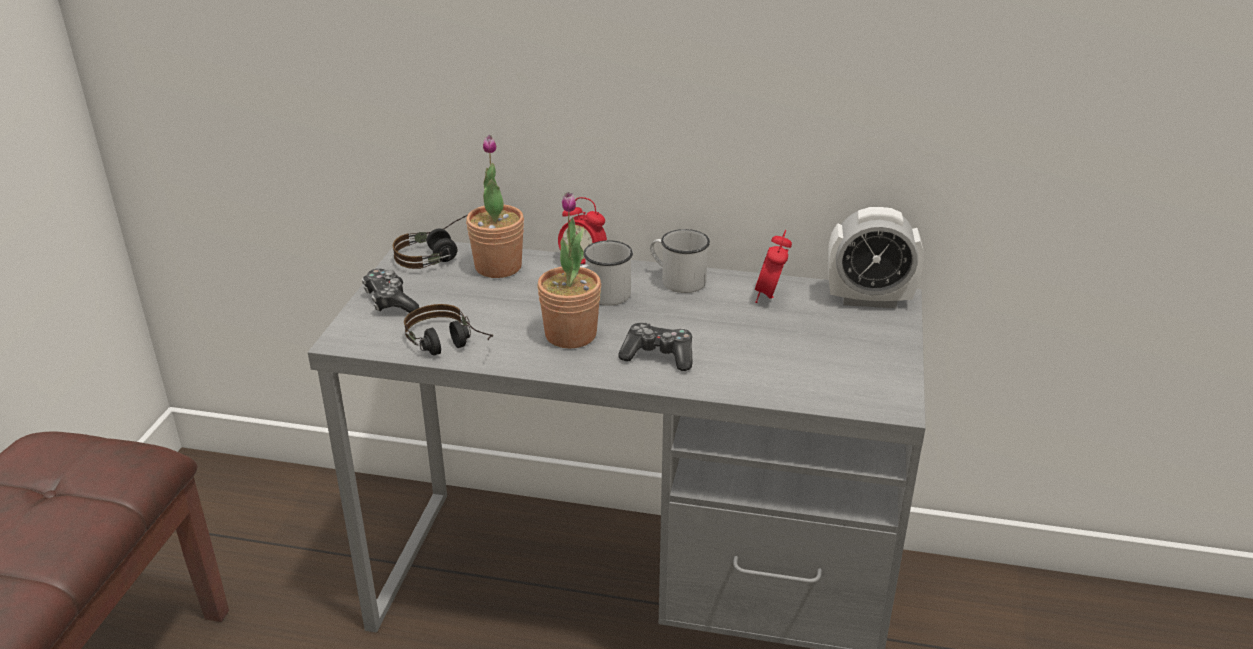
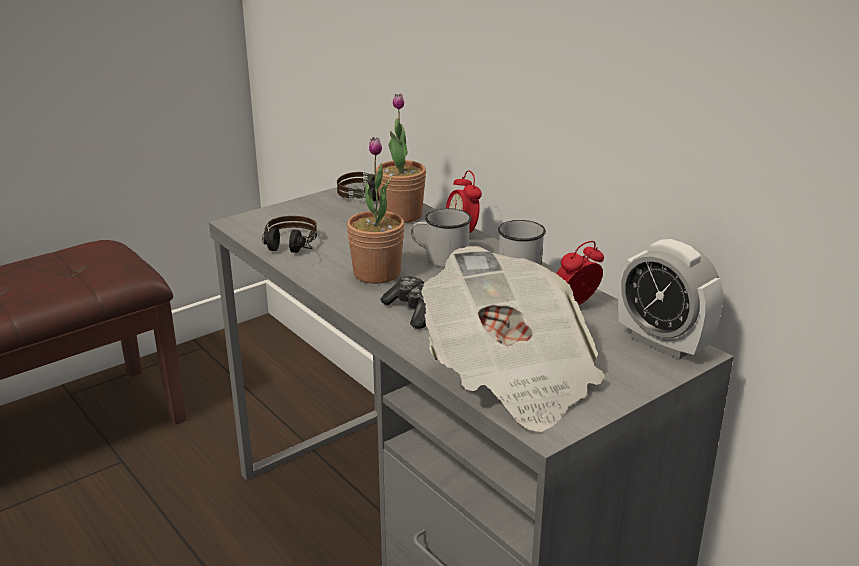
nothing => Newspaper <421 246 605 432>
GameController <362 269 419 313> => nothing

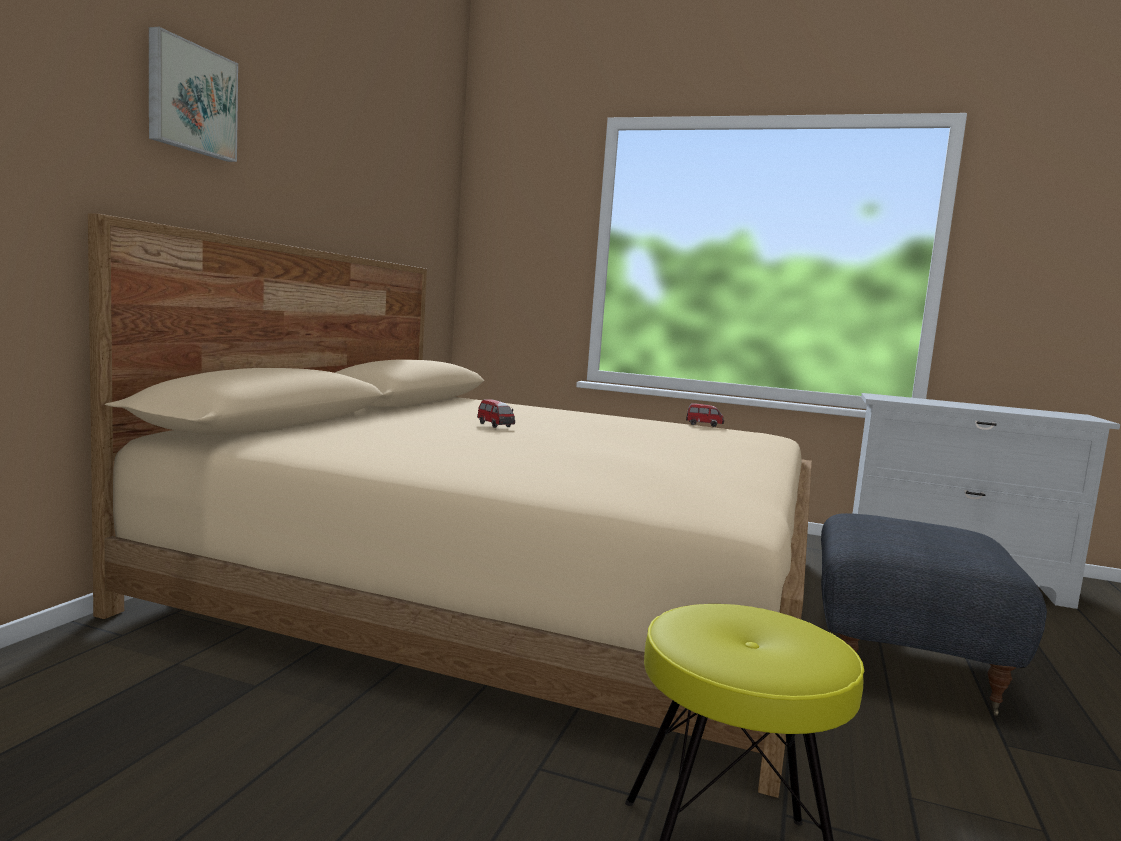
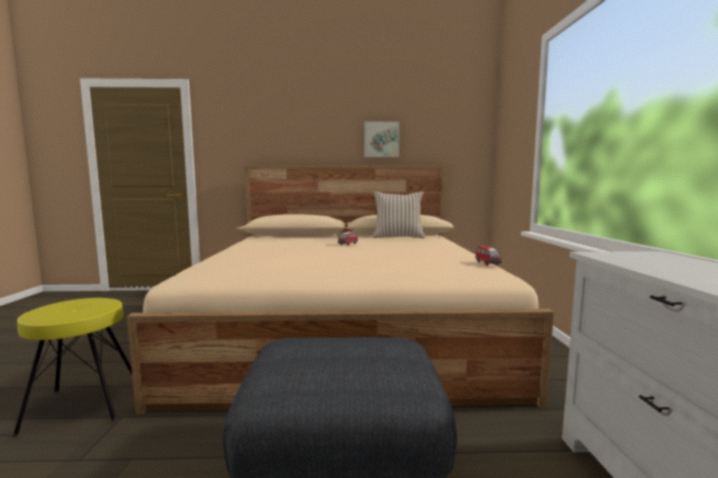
Picture <149 27 238 162> => Picture <364 121 400 157>, moved
nothing => BeigePillow <373 191 425 239>

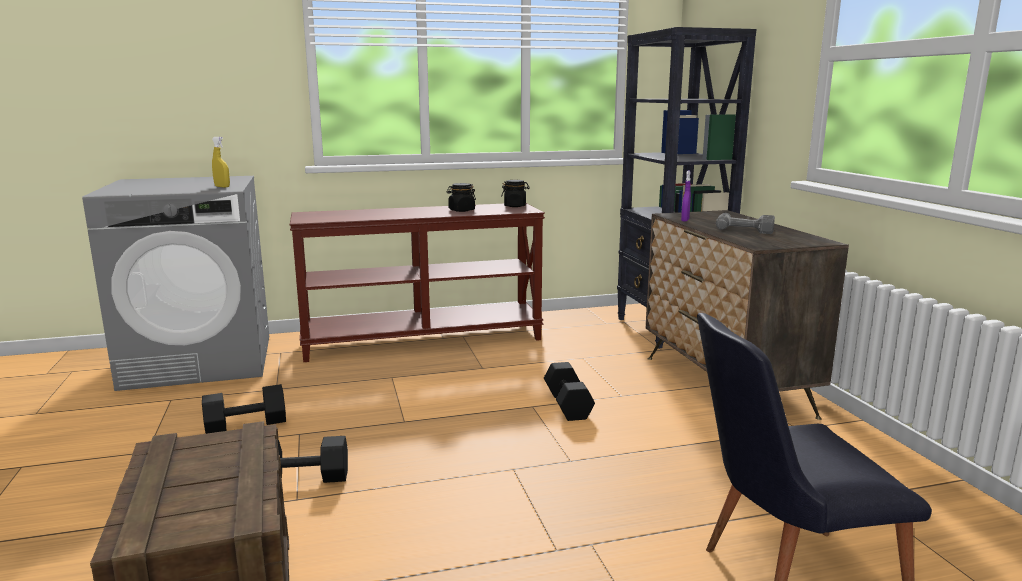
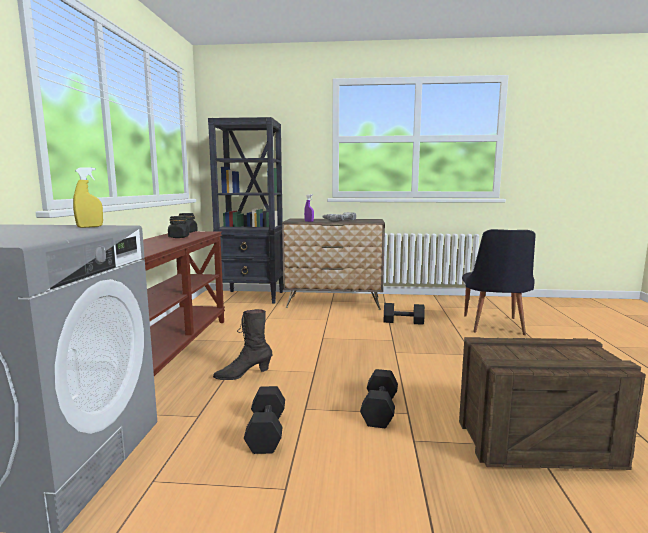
nothing => BlackBoot <213 309 273 380>
BlackDumbbell <544 362 595 421> => BlackDumbbell <384 303 425 325>, moved

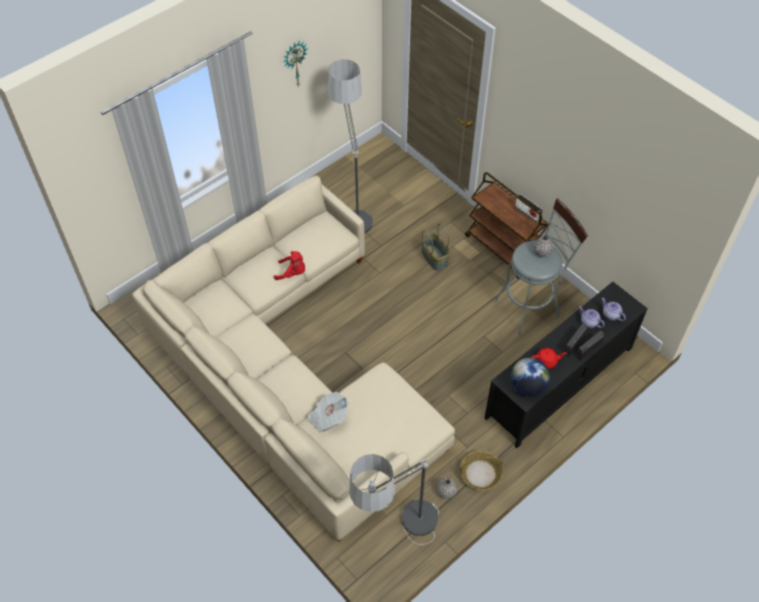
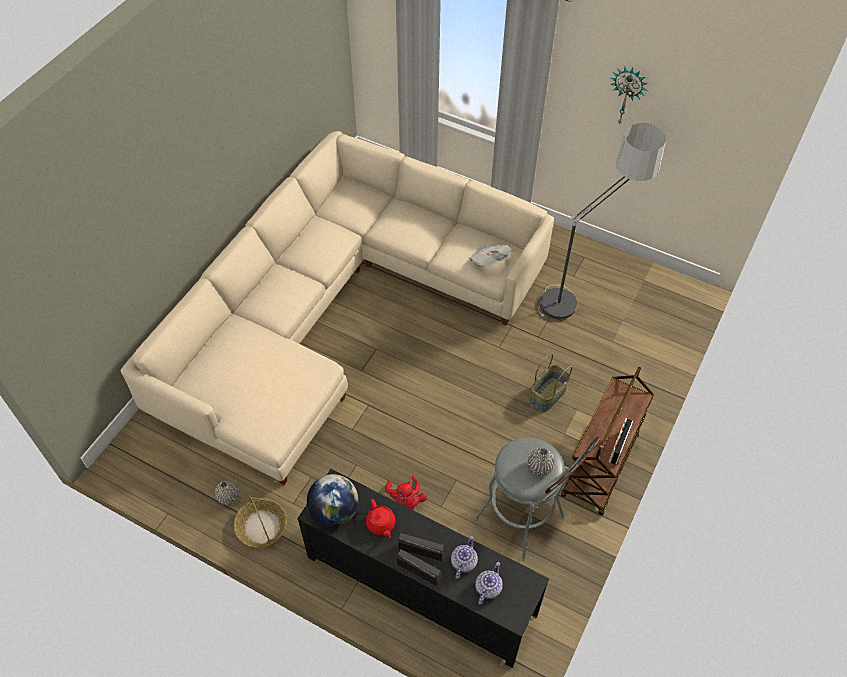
RedPlushToy <274 251 305 280> => RedPlushToy <385 476 427 509>, moved
Newspaper <307 392 349 433> => Newspaper <468 244 512 266>, moved
FloorLamp <348 454 439 545> => nothing

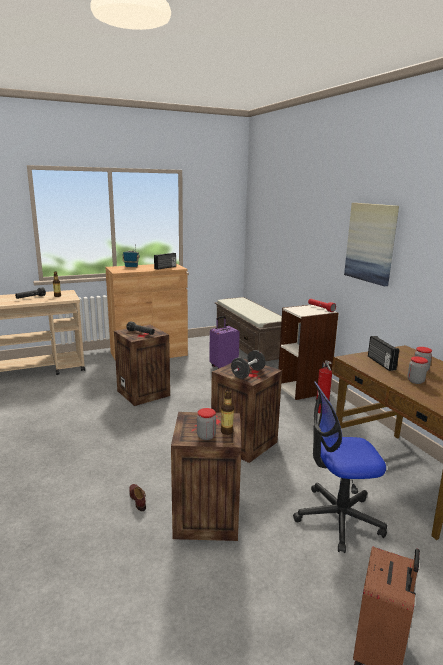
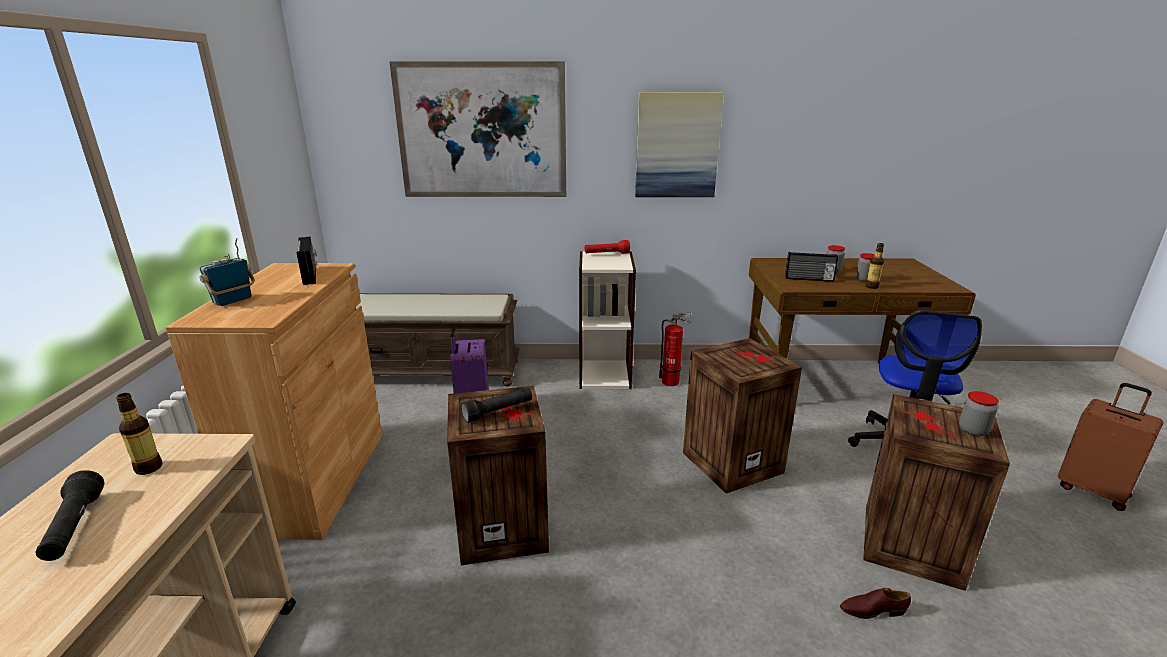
nothing => Picture <389 61 566 197>
Bottle <221 389 234 435> => Bottle <865 243 884 289>, moved
BlackDumbbell <231 350 266 379> => nothing

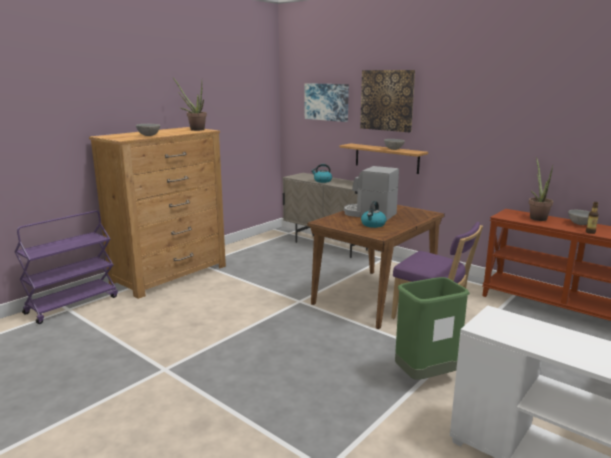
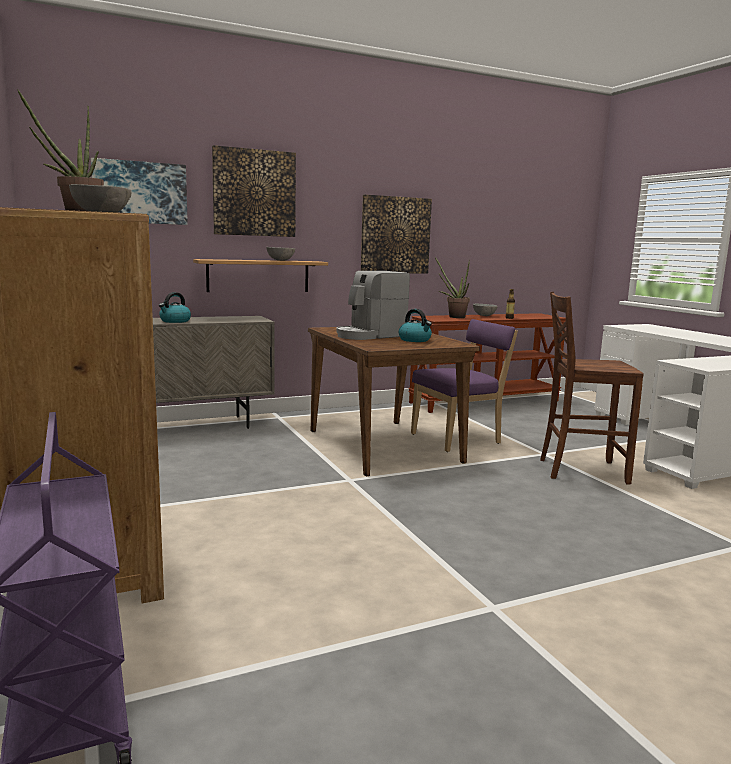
nothing => Picture <361 195 432 274>
GreenTrashCan <395 277 470 380> => BrownChair <540 292 644 485>

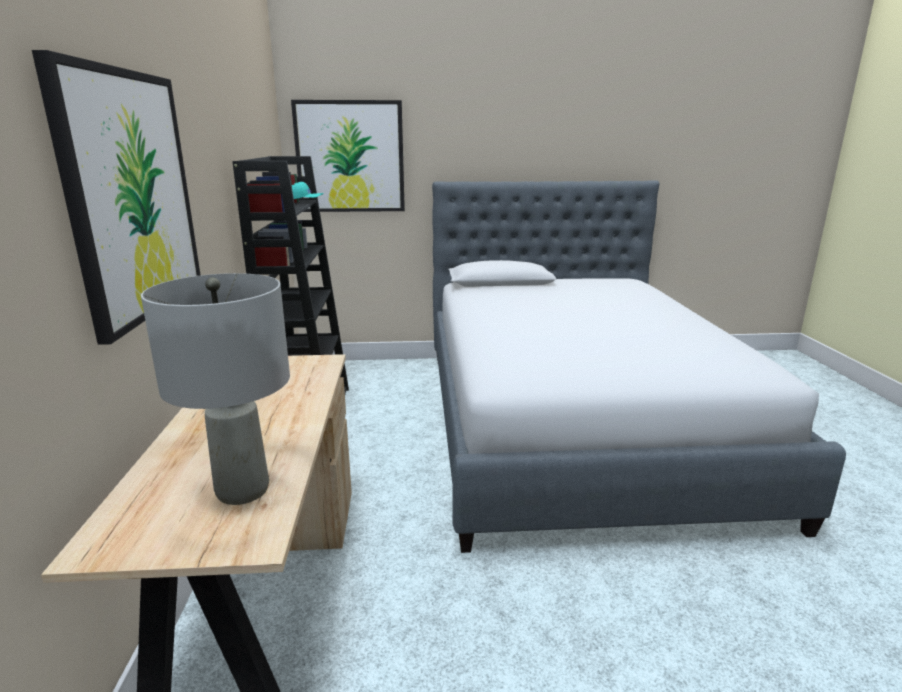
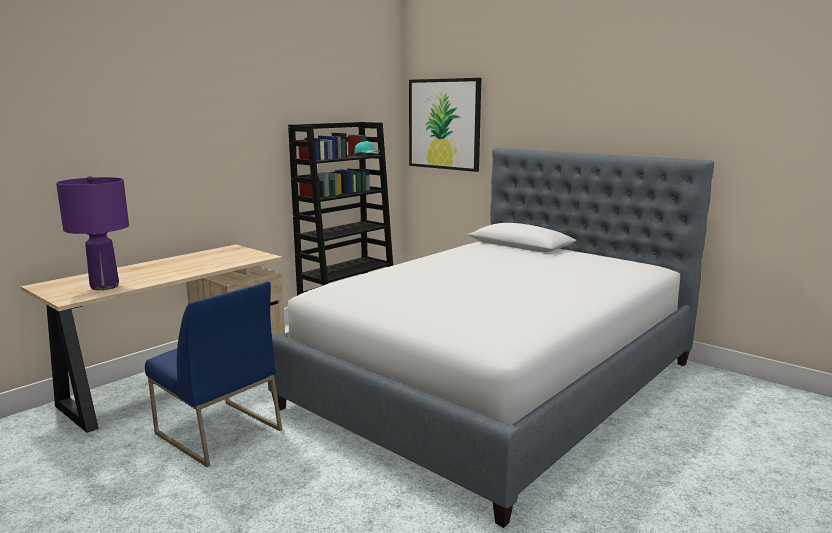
GreyTableLamp <141 273 290 505> => PurpleTableLamp <56 176 129 290>
nothing => BlueChair <145 282 282 467>
Picture <32 50 200 345> => nothing

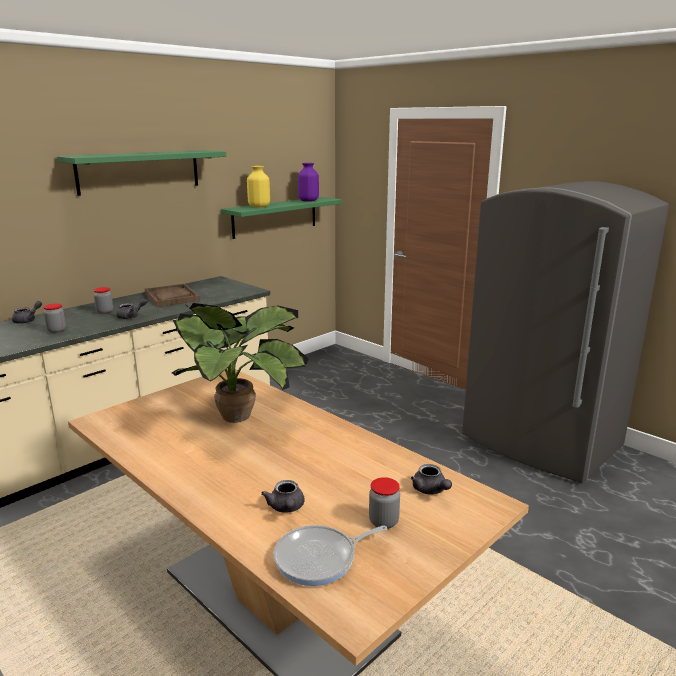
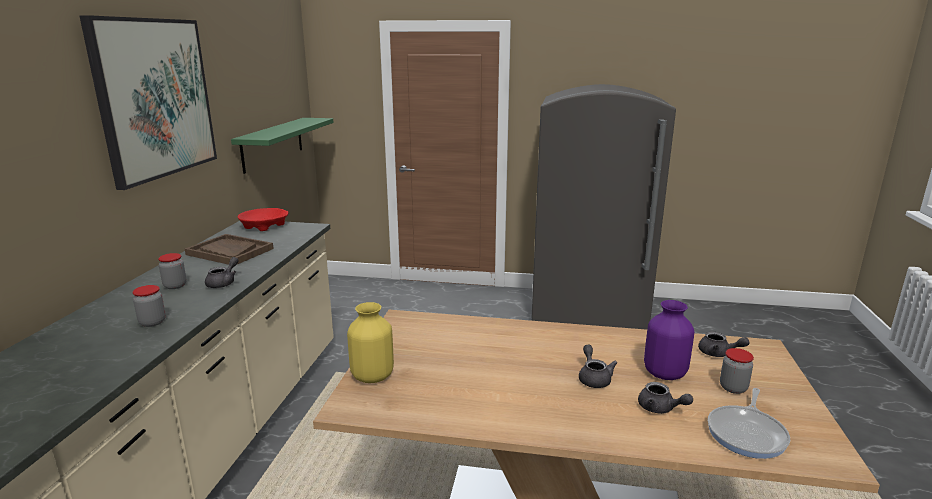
GreenShelf <57 150 226 196> => Picture <79 15 217 190>
nothing => RedBowl <238 208 289 231>
YellowVase <247 166 270 207> => YellowVase <347 302 394 383>, moved
GreyTeapot <12 301 42 324> => GreyTeapot <579 345 617 388>, moved
PurpleVase <298 163 319 202> => PurpleVase <644 300 694 380>, moved
PottedPlant <172 303 309 423> => nothing

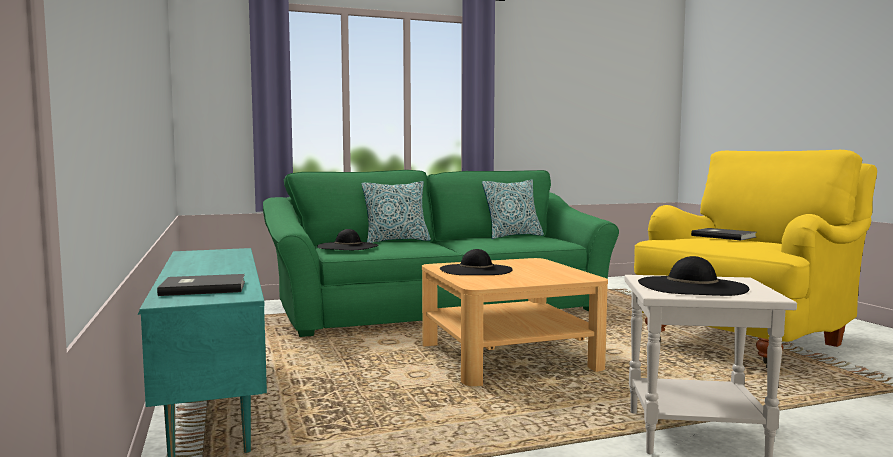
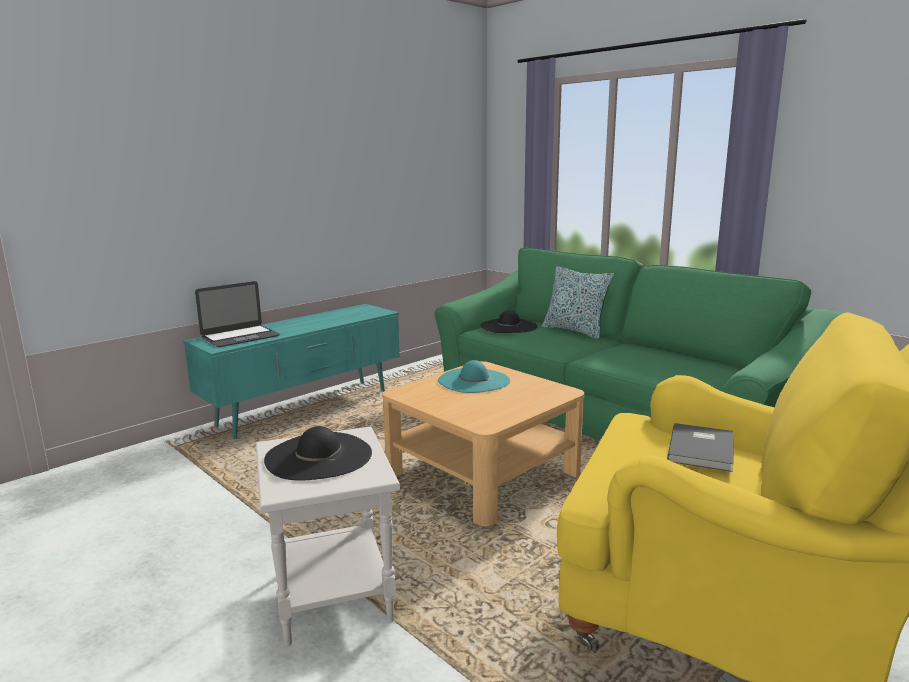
GreyBook <157 274 245 296> => Laptop <195 281 280 347>
BlackHat <440 249 513 275> => TurquoiseHat <438 360 510 393>
Pillow <482 179 544 239> => nothing

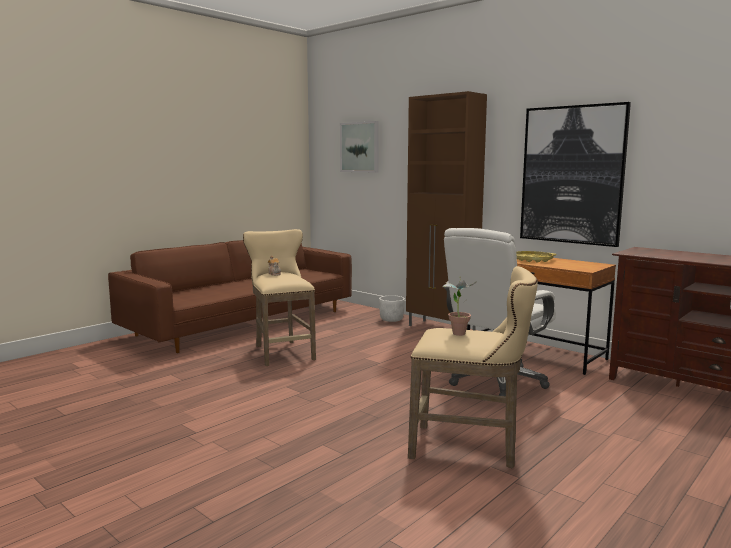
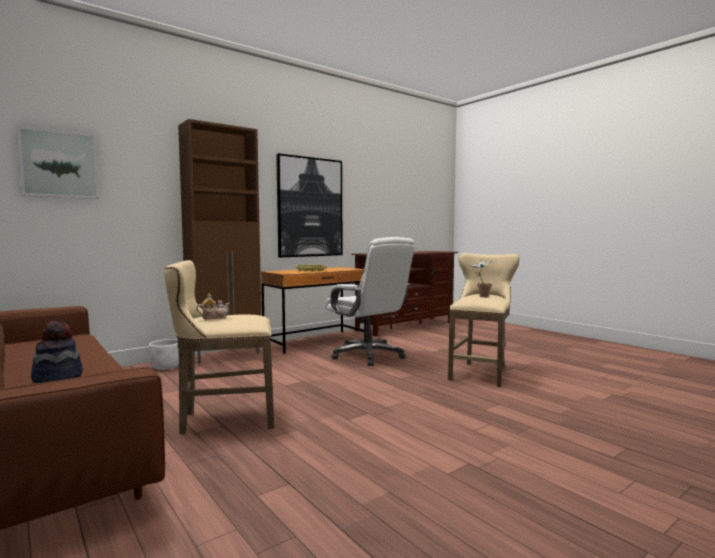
nothing => Hat <31 321 83 383>

